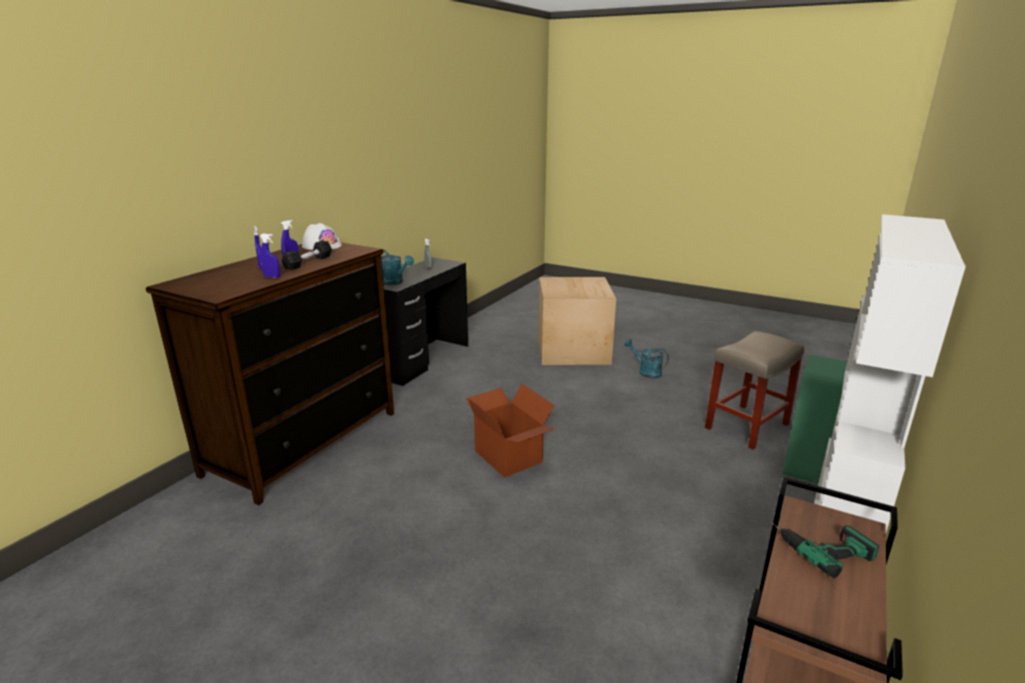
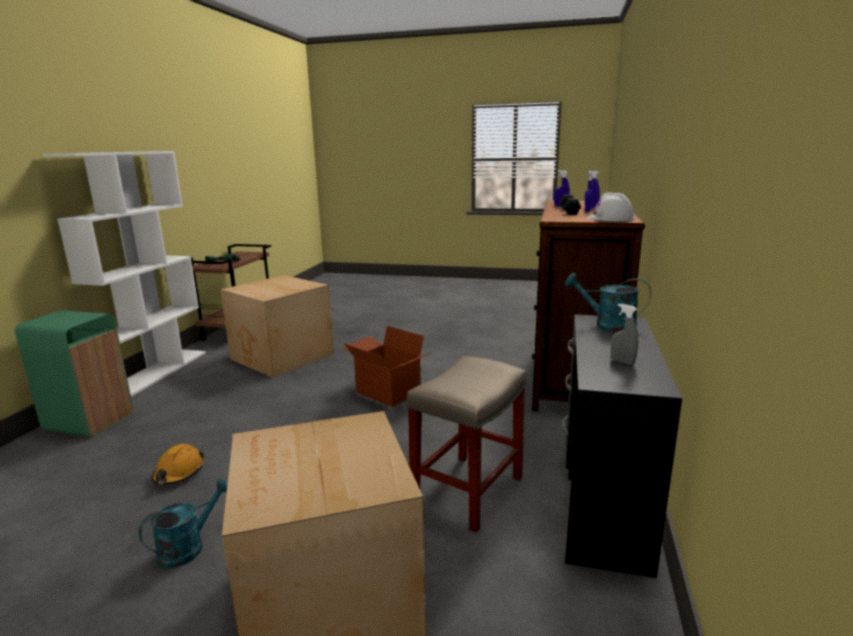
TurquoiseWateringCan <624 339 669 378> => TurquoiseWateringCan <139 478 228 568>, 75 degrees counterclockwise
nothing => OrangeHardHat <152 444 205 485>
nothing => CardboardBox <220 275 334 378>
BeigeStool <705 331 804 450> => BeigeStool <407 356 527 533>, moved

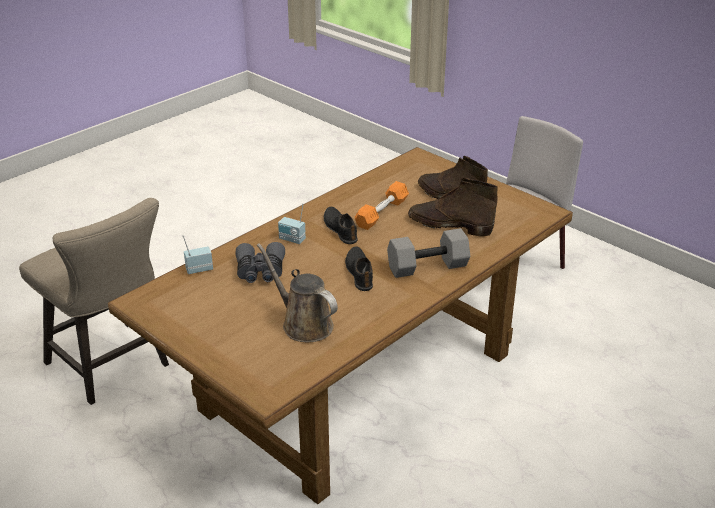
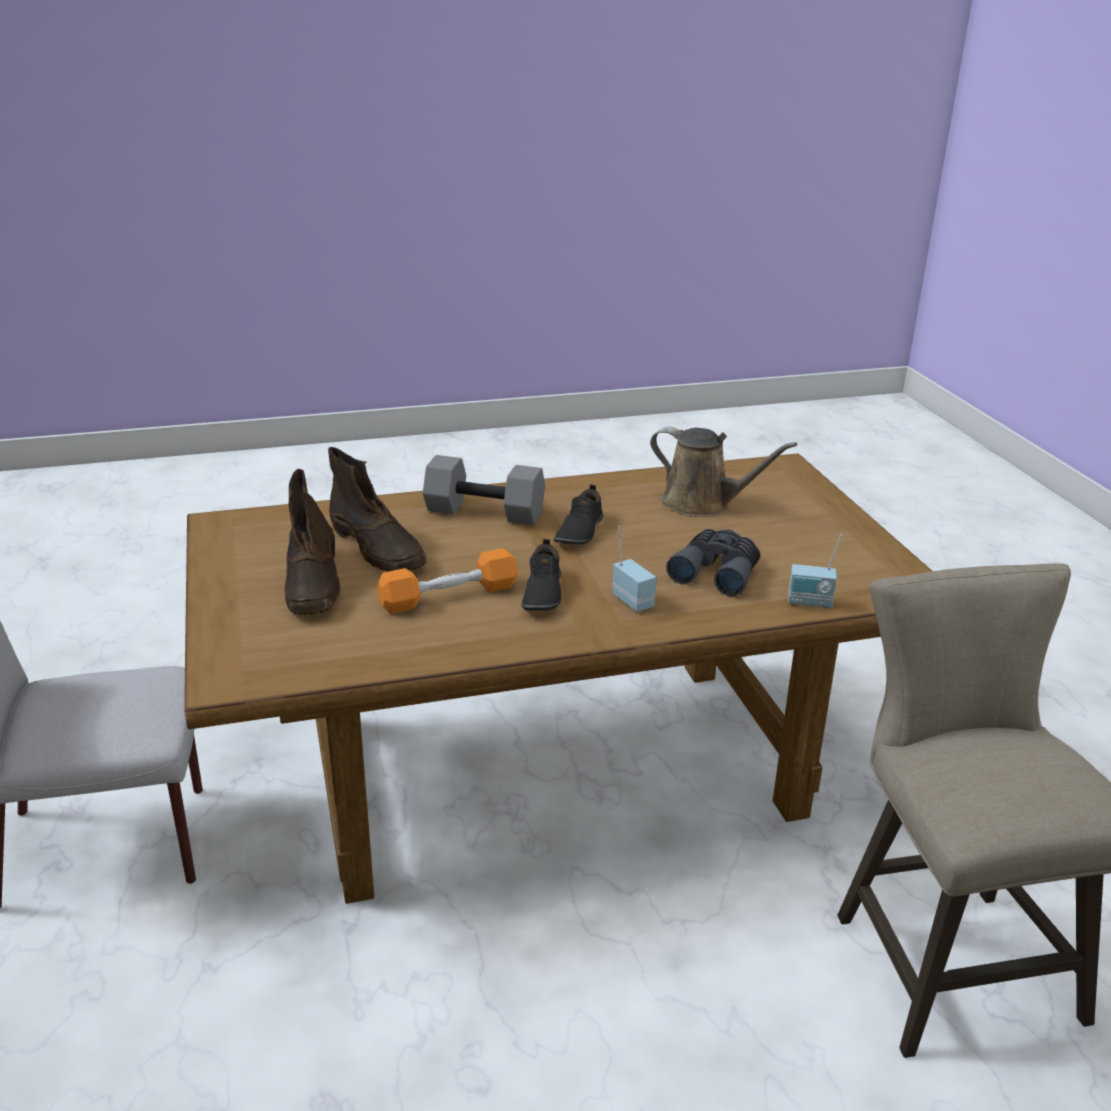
BrownWateringCan <257 243 338 342> => BrownWateringCan <650 427 797 517>, 45 degrees counterclockwise

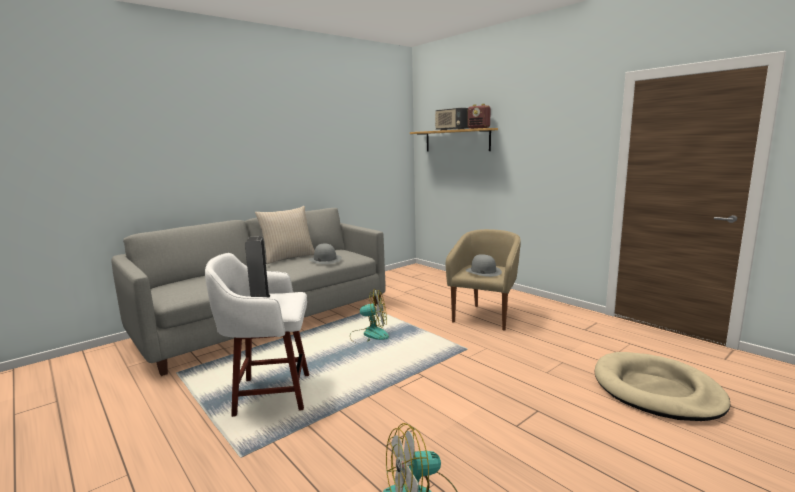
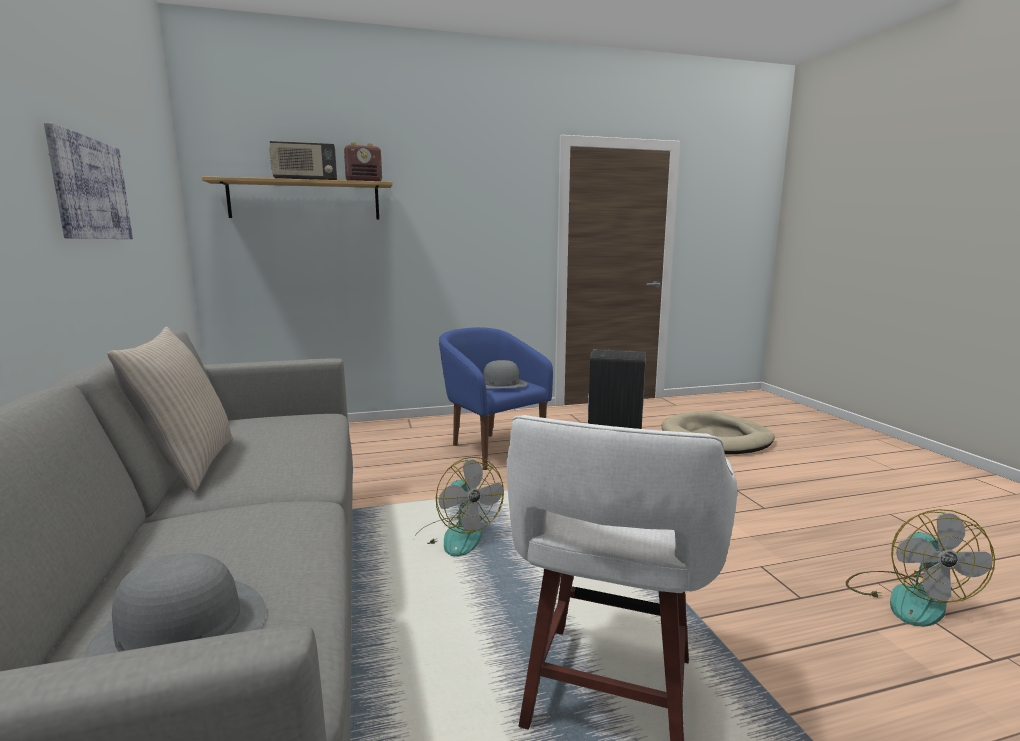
nothing => Picture <44 122 133 239>
GreyHat <309 243 342 264> => GreyHat <84 553 266 657>, moved
Fan <350 289 389 342> => Fan <414 457 504 557>, 120 degrees clockwise
BeigeArmchair <446 229 521 331> => BlueArmchair <439 327 553 470>

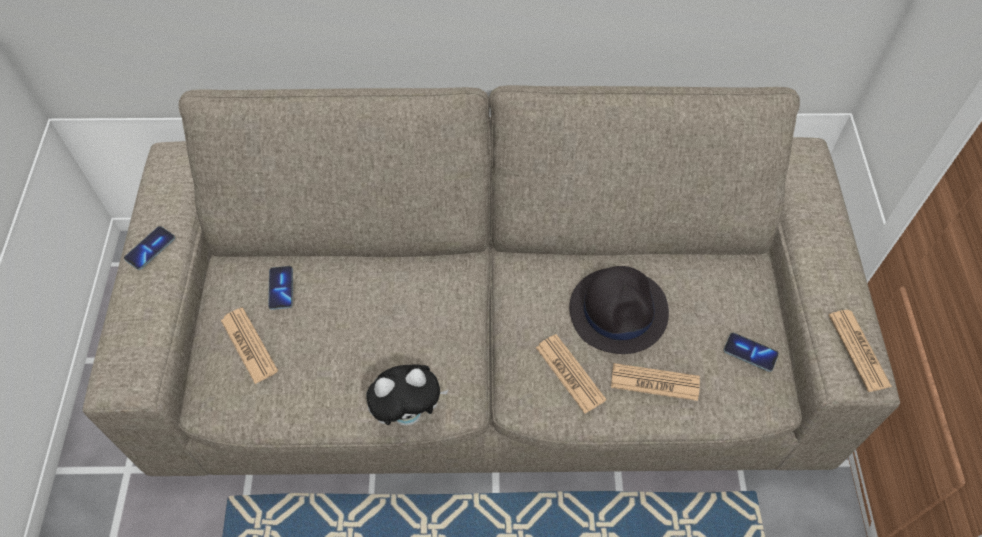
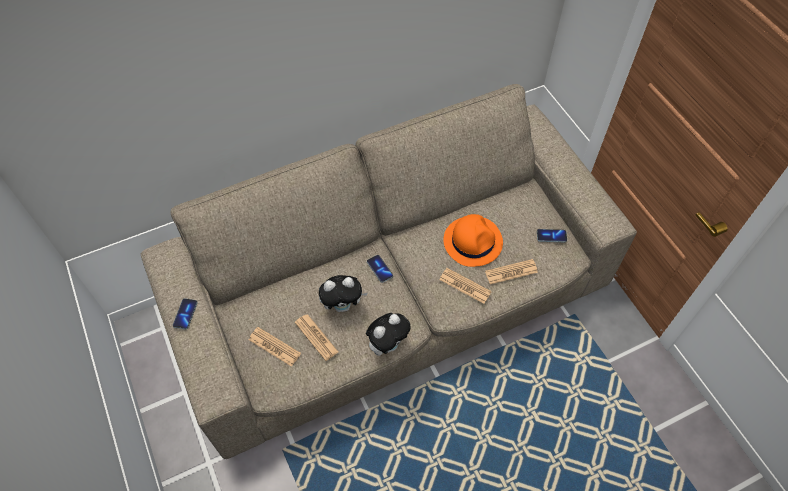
Newspaper <829 310 892 392> => Newspaper <295 314 338 361>, moved
nothing => PlushToy <319 275 368 312>
Phone <268 266 293 310> => Phone <367 255 393 283>, moved
BlackHat <569 266 669 354> => OrangeHat <443 214 503 267>

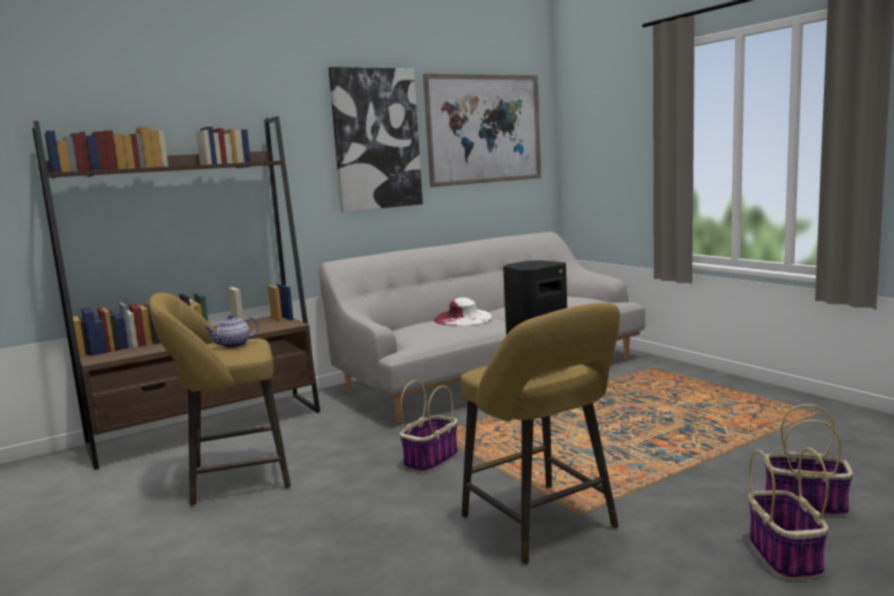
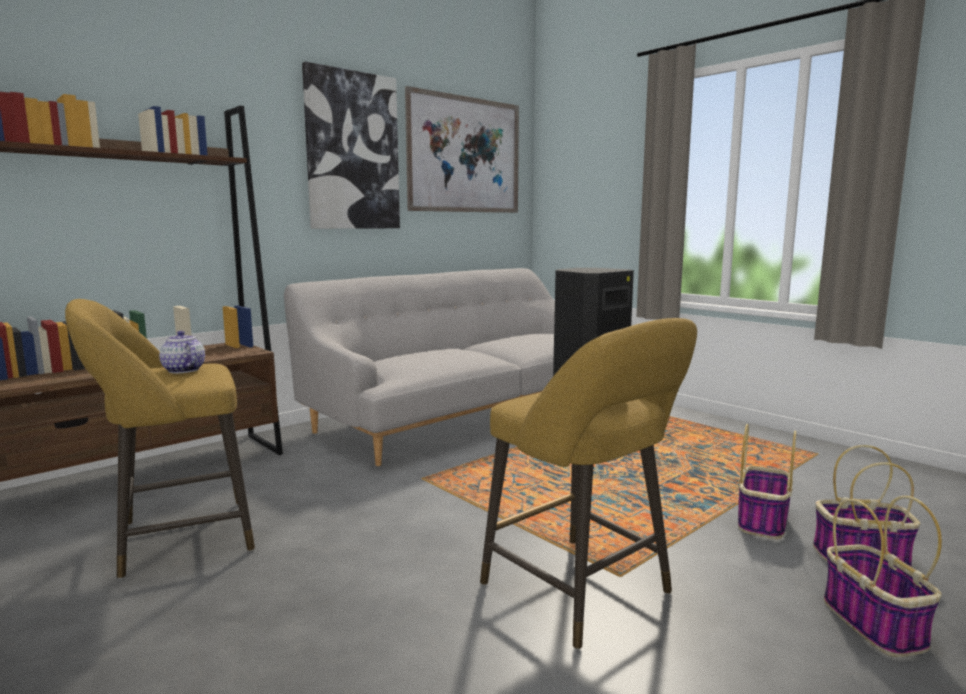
Teapot <204 315 259 348> => Teapot <159 331 205 373>, 90 degrees clockwise
Basket <400 380 458 473> => Basket <738 424 796 539>, moved
WhiteHat <434 297 493 326> => nothing

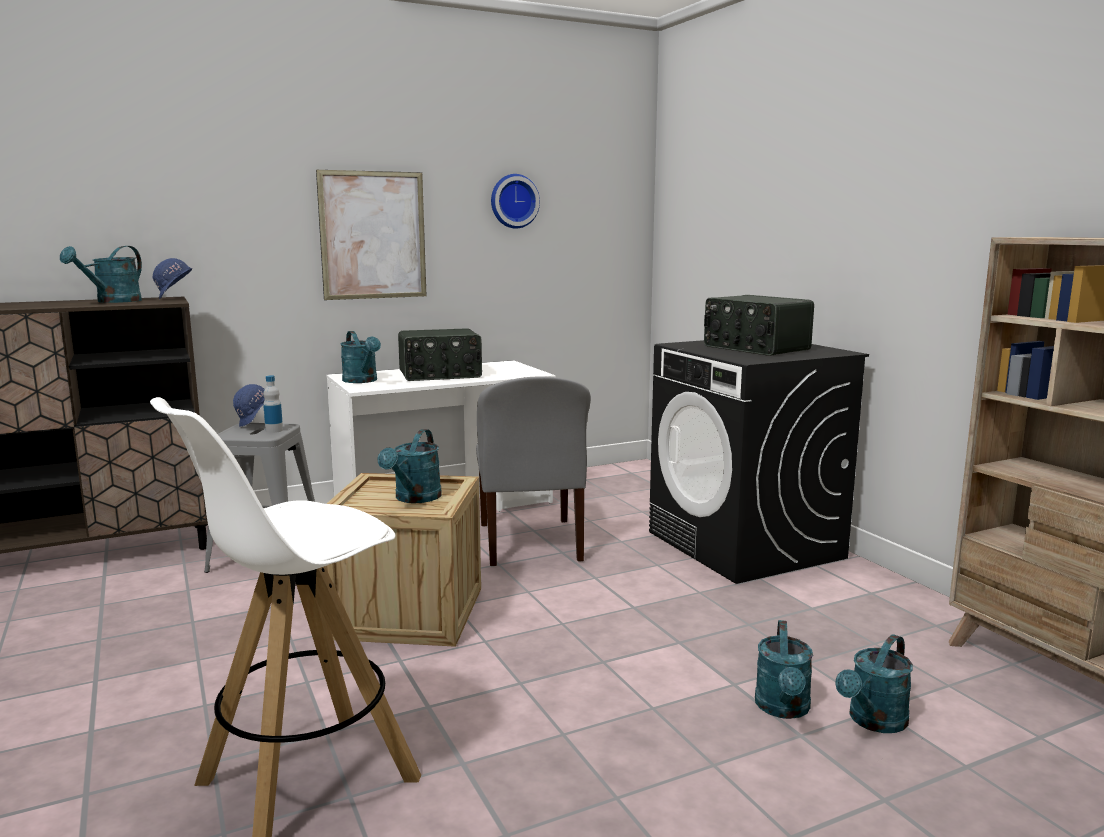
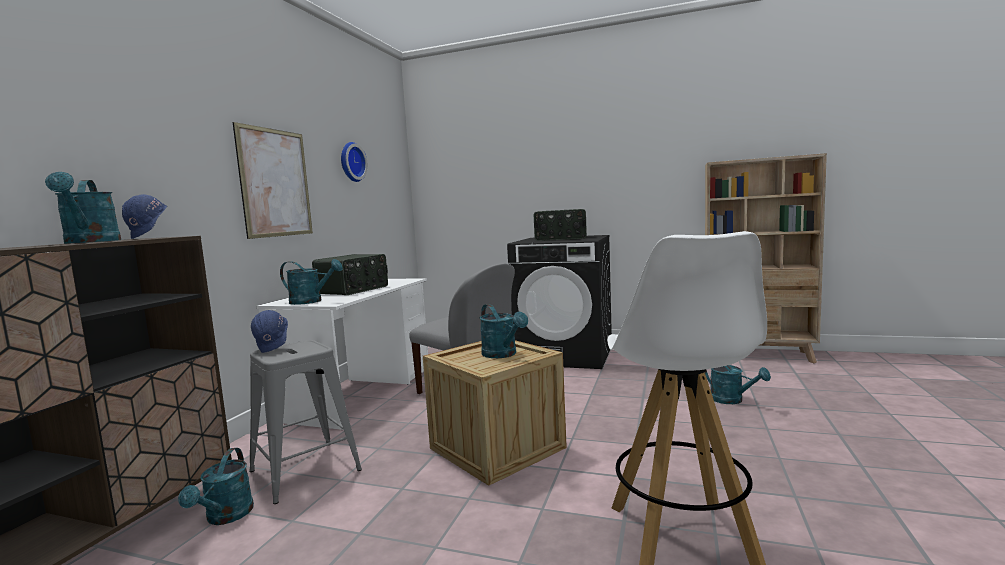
TurquoiseWateringCan <836 634 913 733> => TurquoiseWateringCan <178 448 254 525>, moved
Bottle <263 375 283 433> => nothing

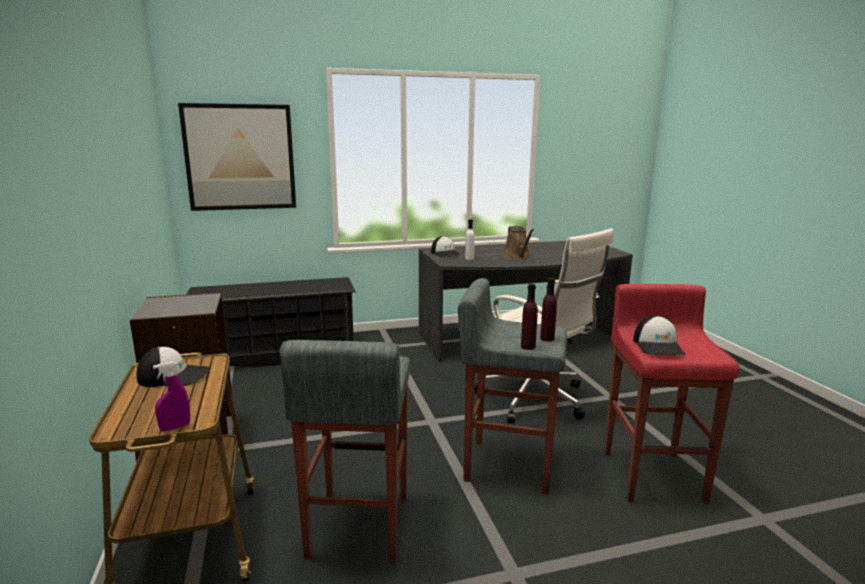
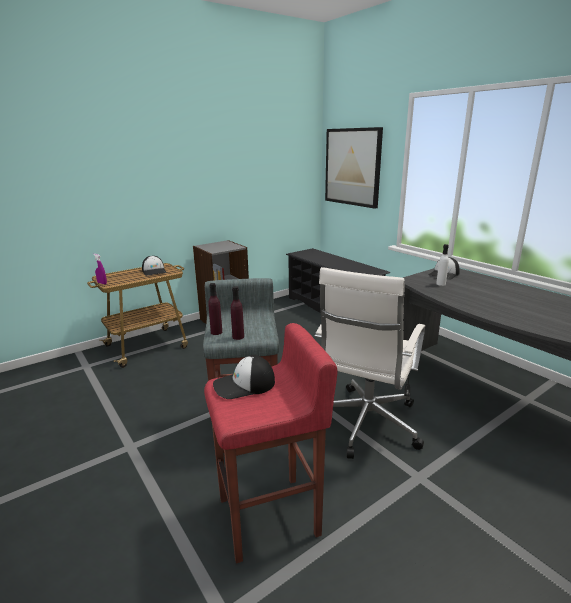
GreyStool <280 340 410 563> => nothing
BrownWateringCan <503 226 534 259> => nothing

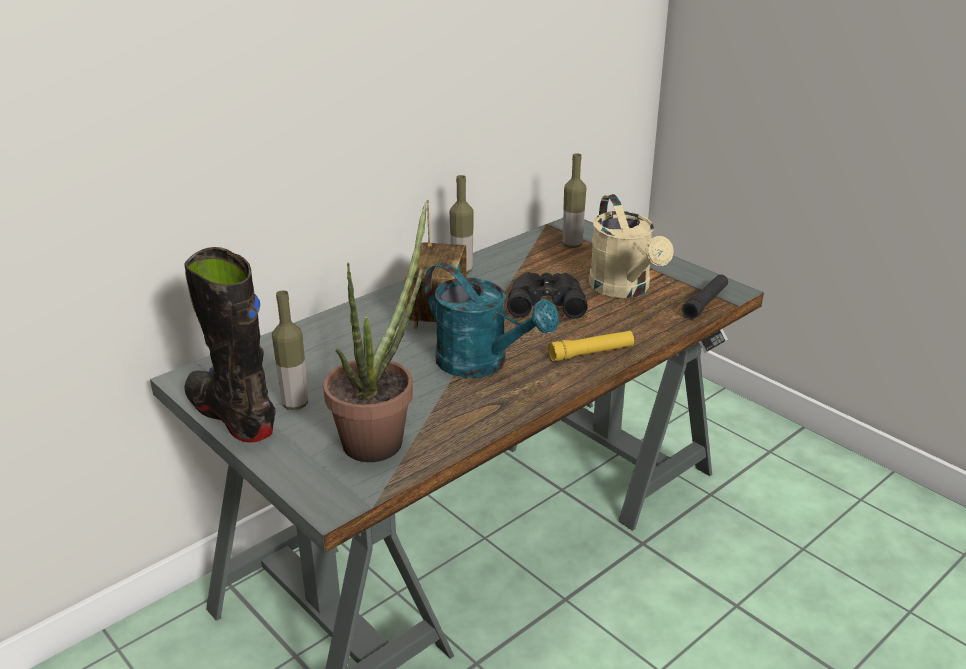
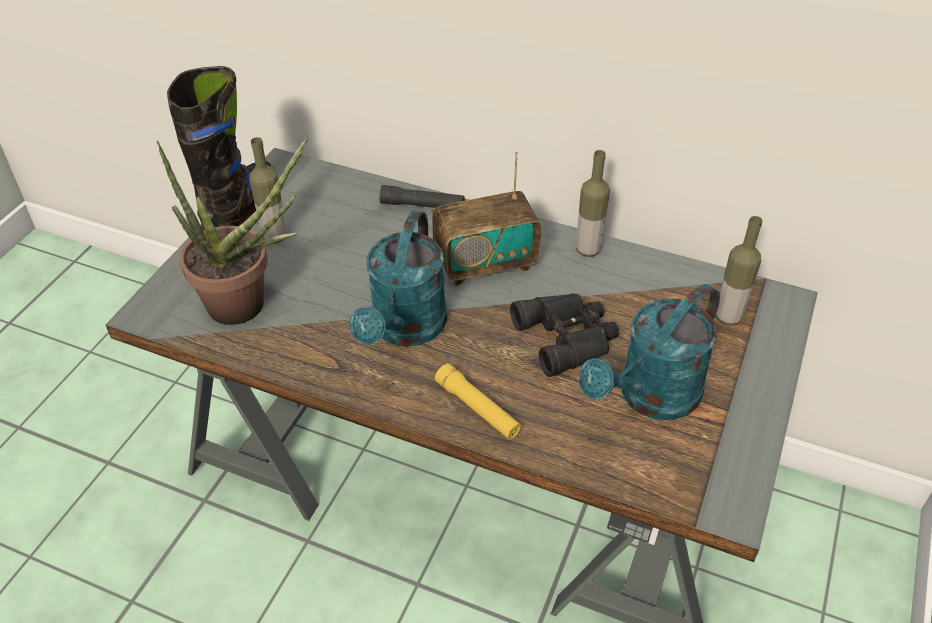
BlackFlashlight <681 274 728 319> => BlackFlashlight <379 185 465 208>, moved
BeigeWateringCan <589 194 674 298> => TurquoiseWateringCan <579 284 720 420>

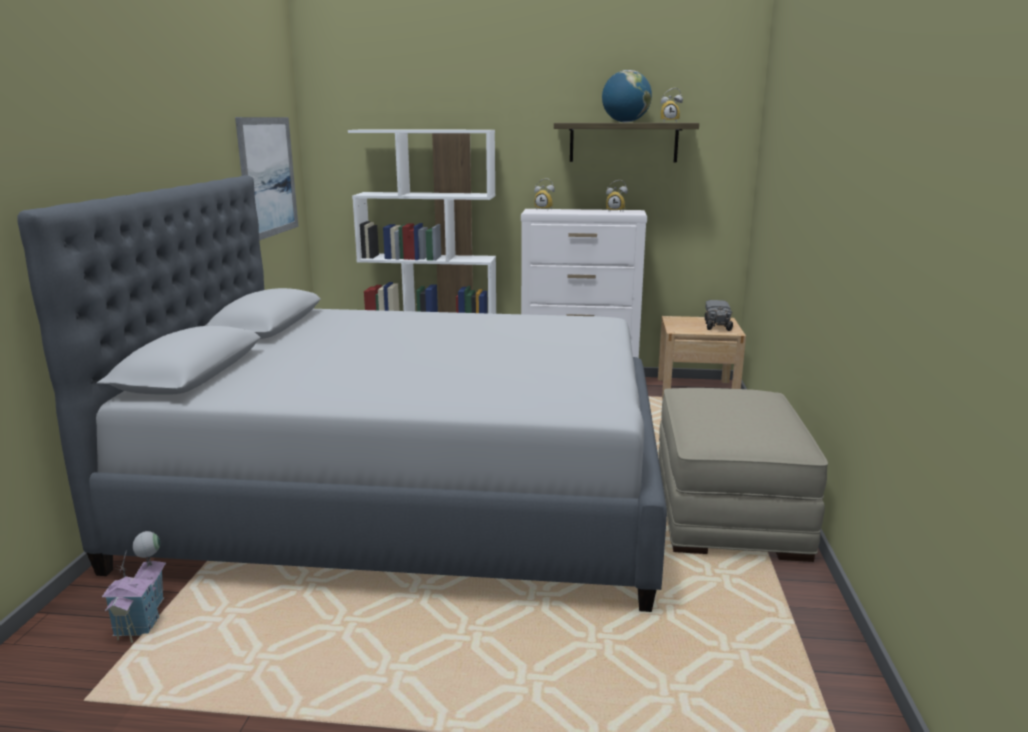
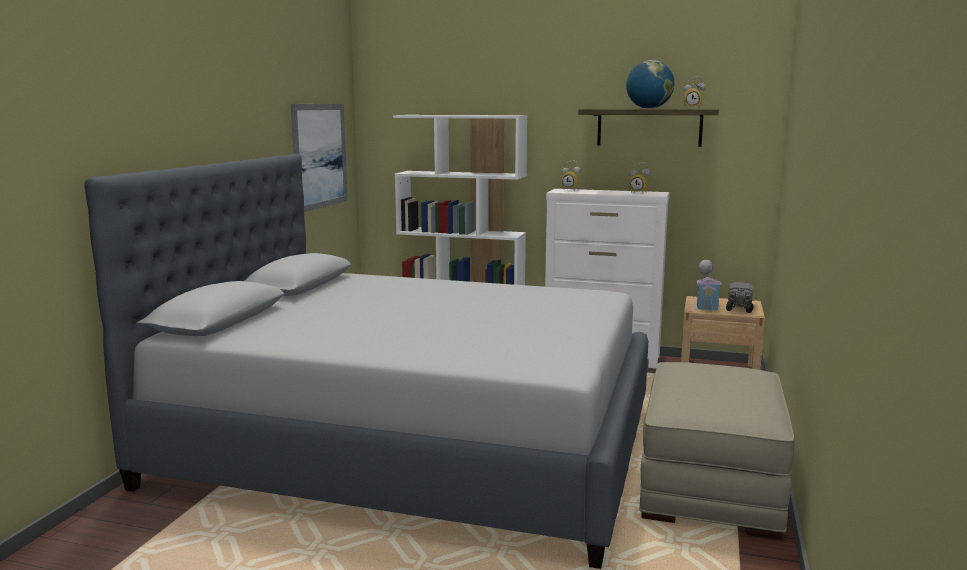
ToyHouse <102 531 166 643> => ToyHouse <696 260 722 312>, moved

